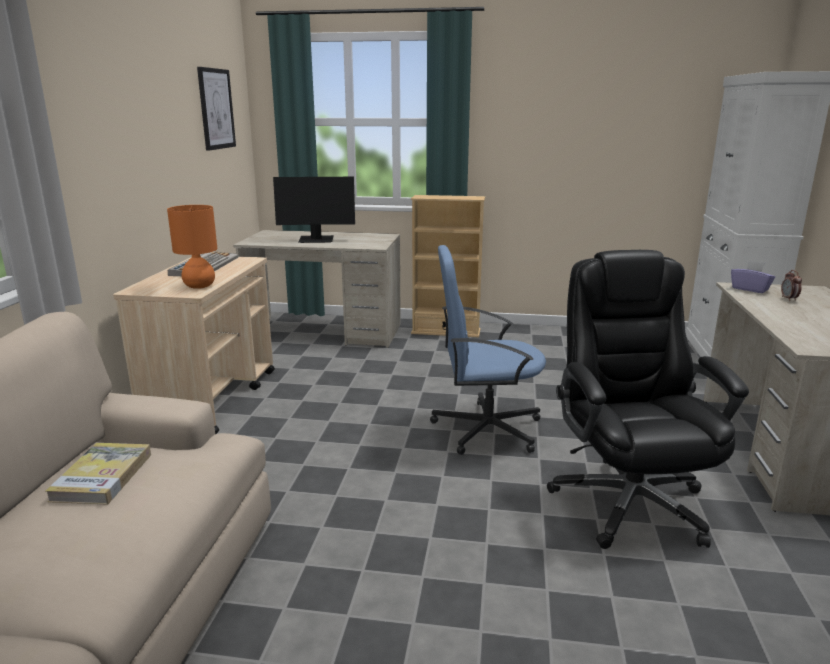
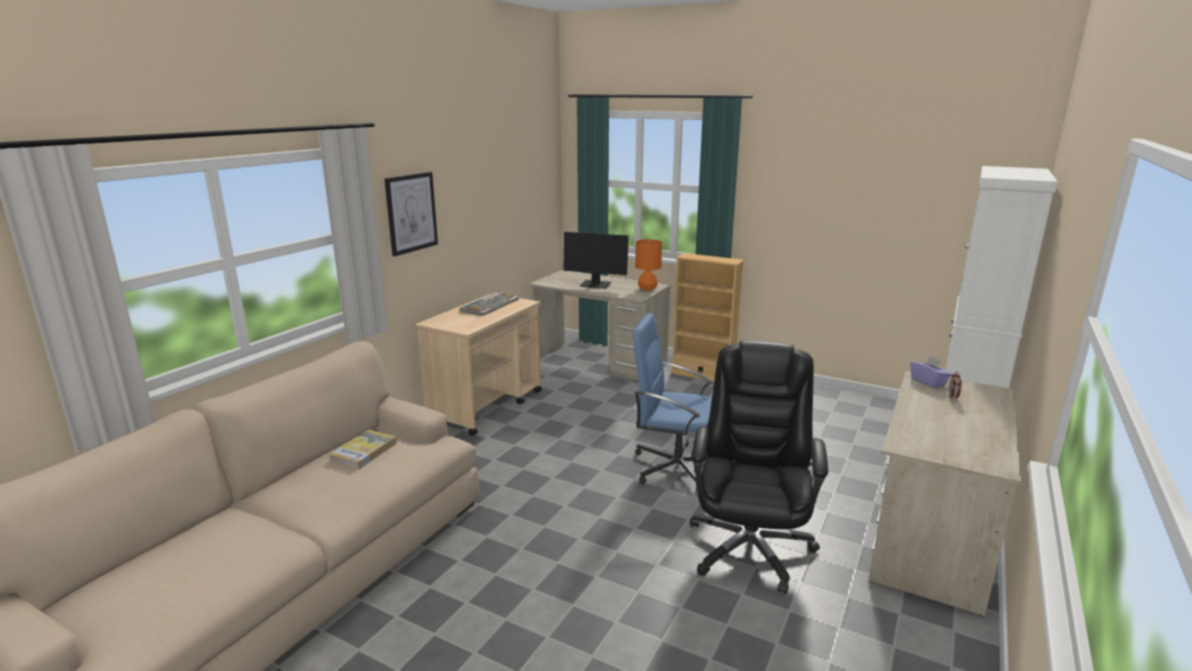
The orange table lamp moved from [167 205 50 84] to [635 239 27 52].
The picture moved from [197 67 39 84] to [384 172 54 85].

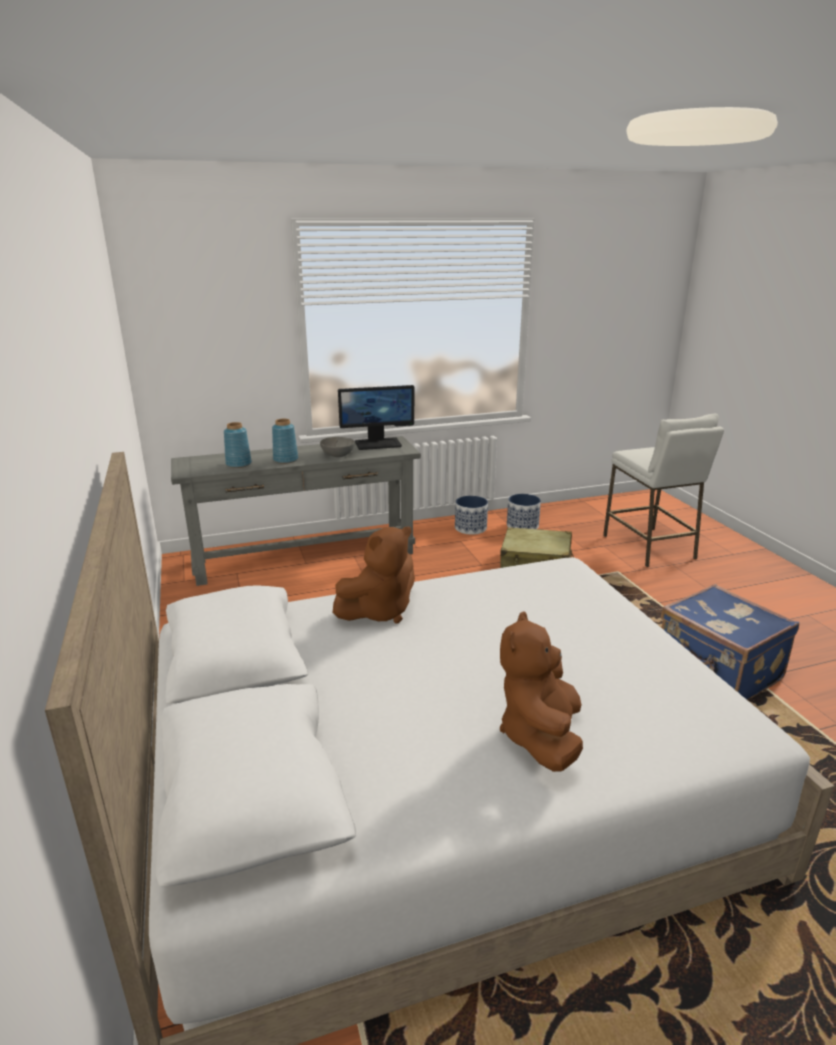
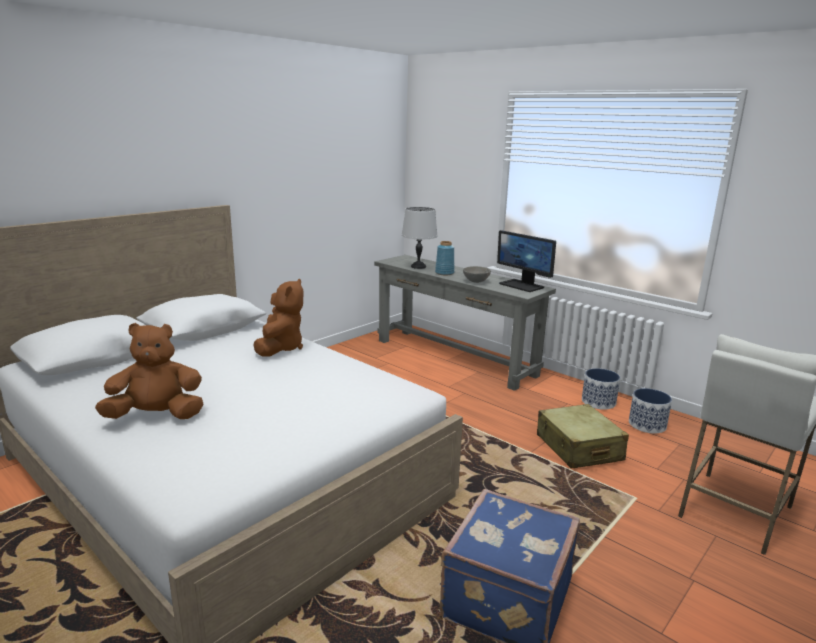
The blue vase at [224 422 28 46] was replaced by the grey table lamp at [401 207 37 62].
The brown plush toy at [333 526 82 97] turned 105 degrees counterclockwise.

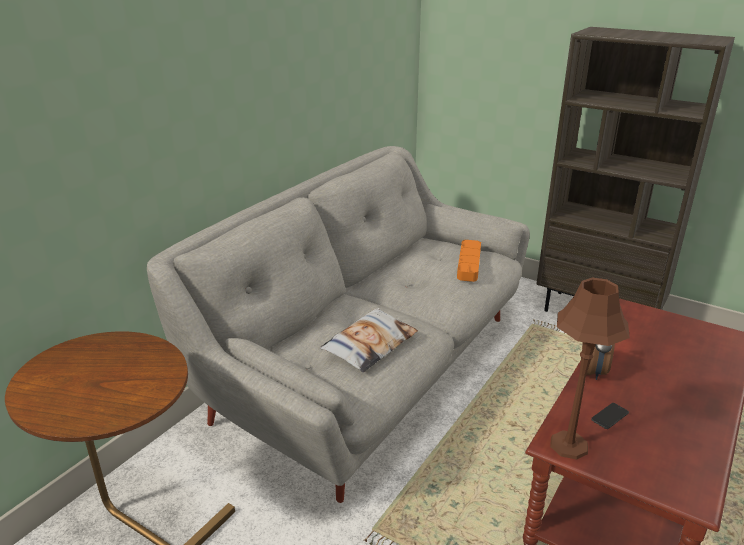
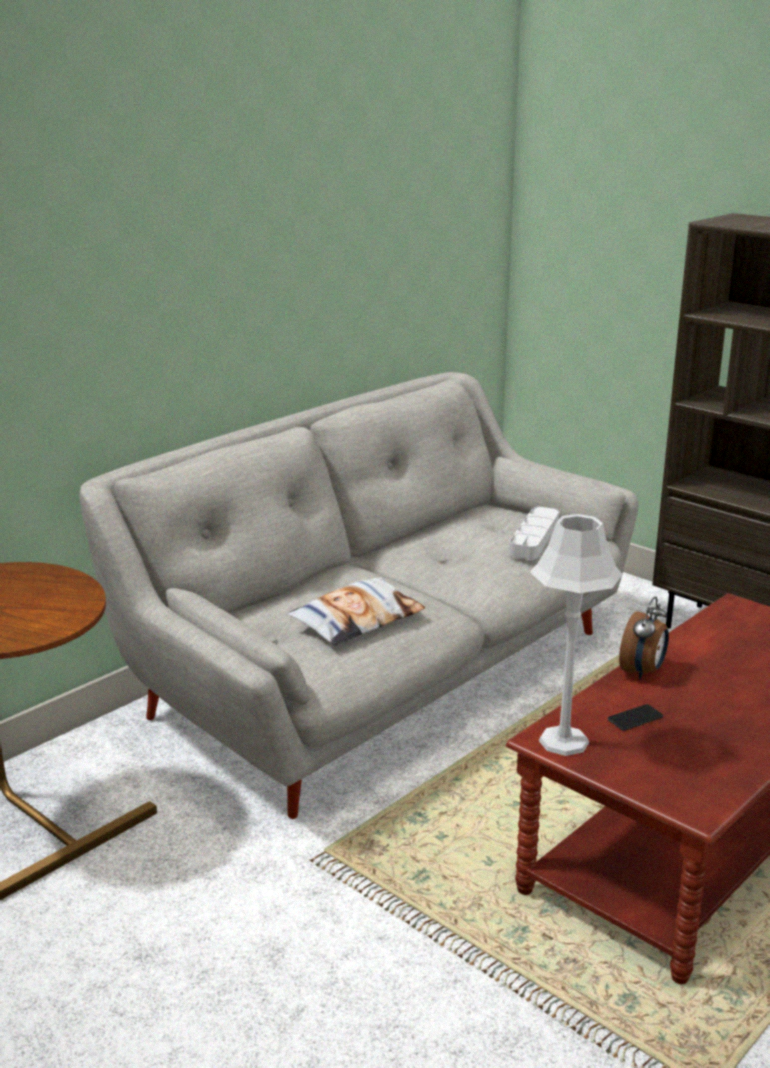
The orange tray at [457 240 24 42] became the grey tray at [509 507 51 53].
The brown table lamp at [550 278 80 182] became the grey table lamp at [530 514 93 242].

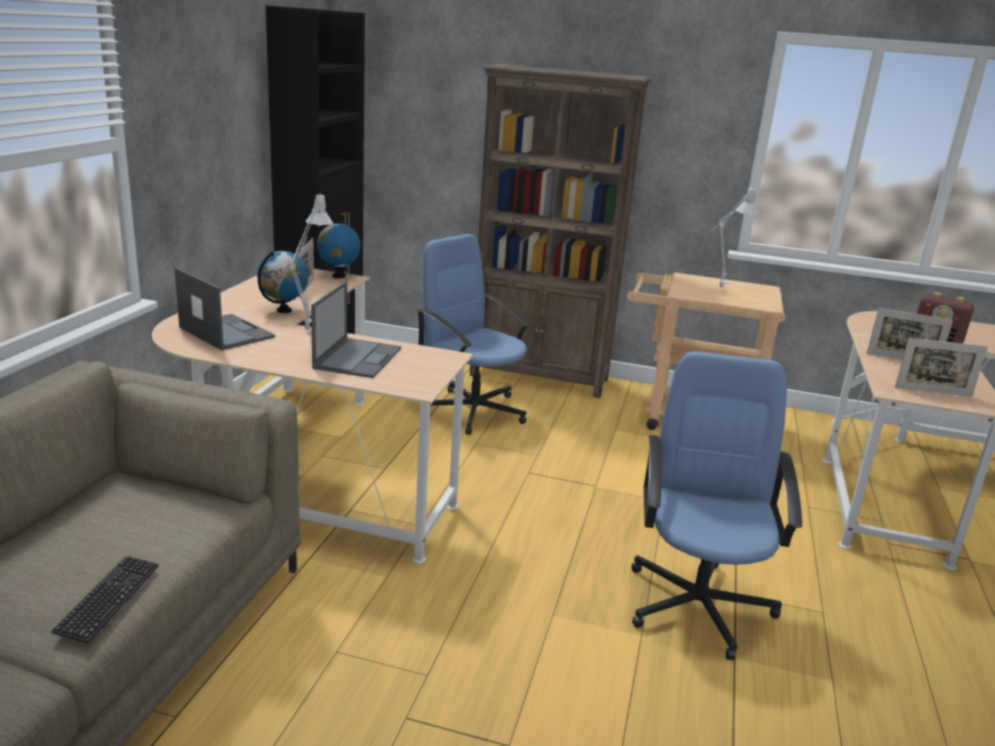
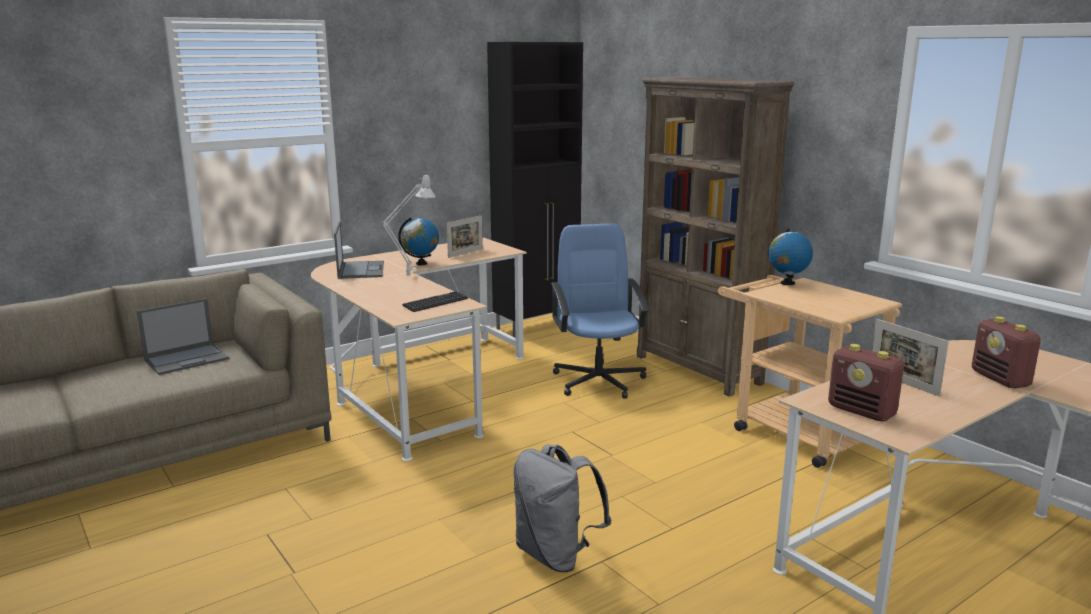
The grey table lamp at [711 187 48 100] disappeared.
The keyboard moved from [51 556 108 87] to [402 291 66 21].
The laptop moved from [311 281 90 97] to [137 298 92 77].
The globe moved from [317 220 44 58] to [768 228 45 57].
The blue office chair at [631 351 171 310] was replaced by the grey backpack at [513 445 98 127].
The picture frame at [895 338 93 59] was replaced by the radio at [828 344 76 77].

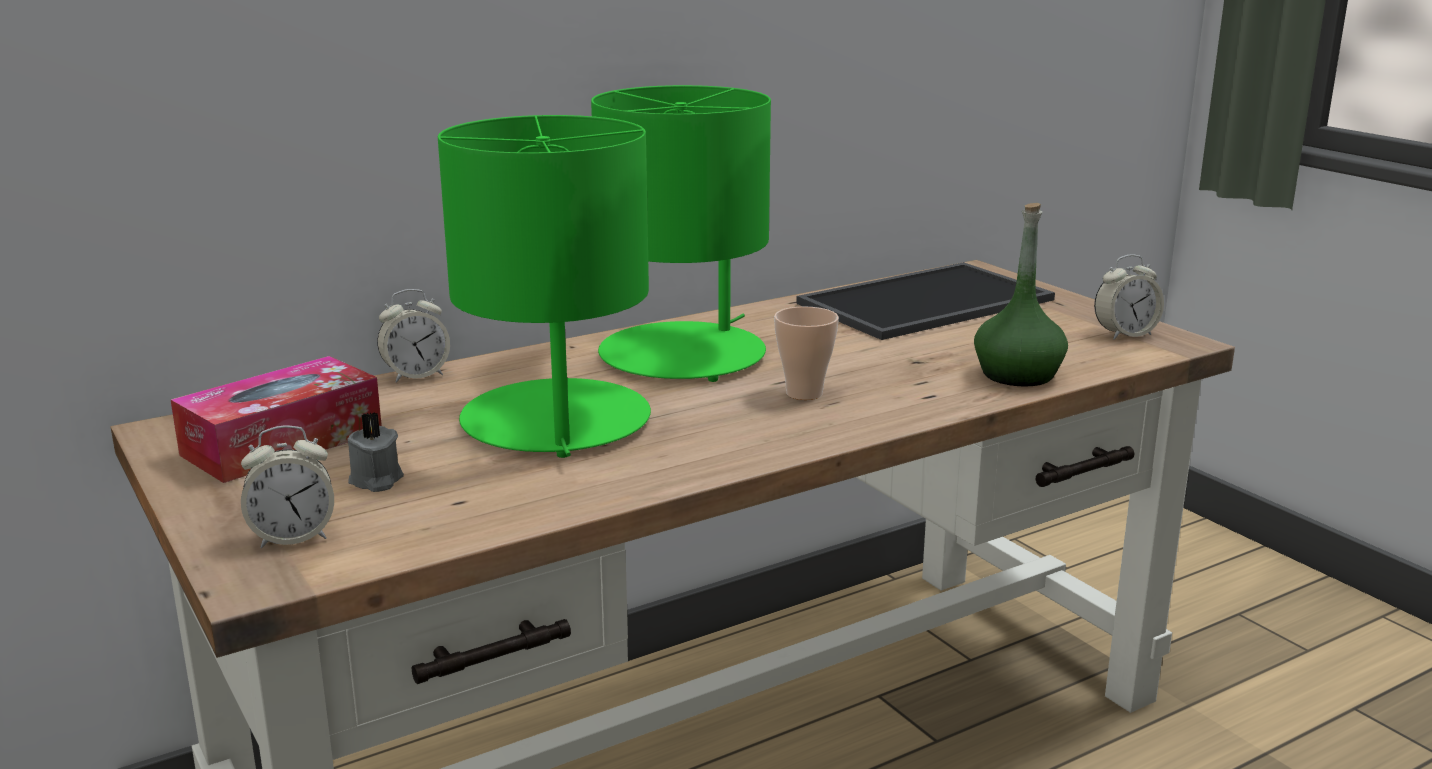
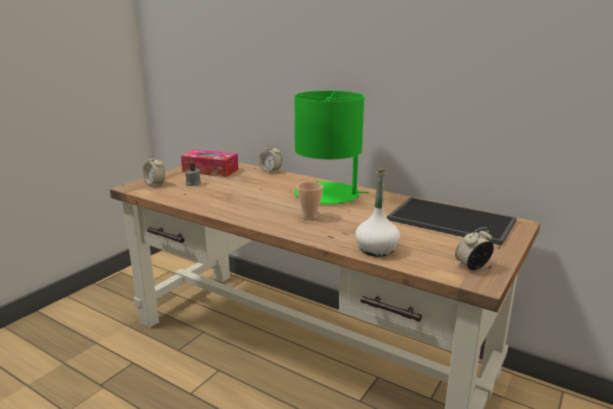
The green table lamp at [438 115 213 343] disappeared.
The green bottle at [974 203 94 184] became the white bottle at [355 169 45 88].
The alarm clock at [1094 254 70 86] turned 105 degrees clockwise.

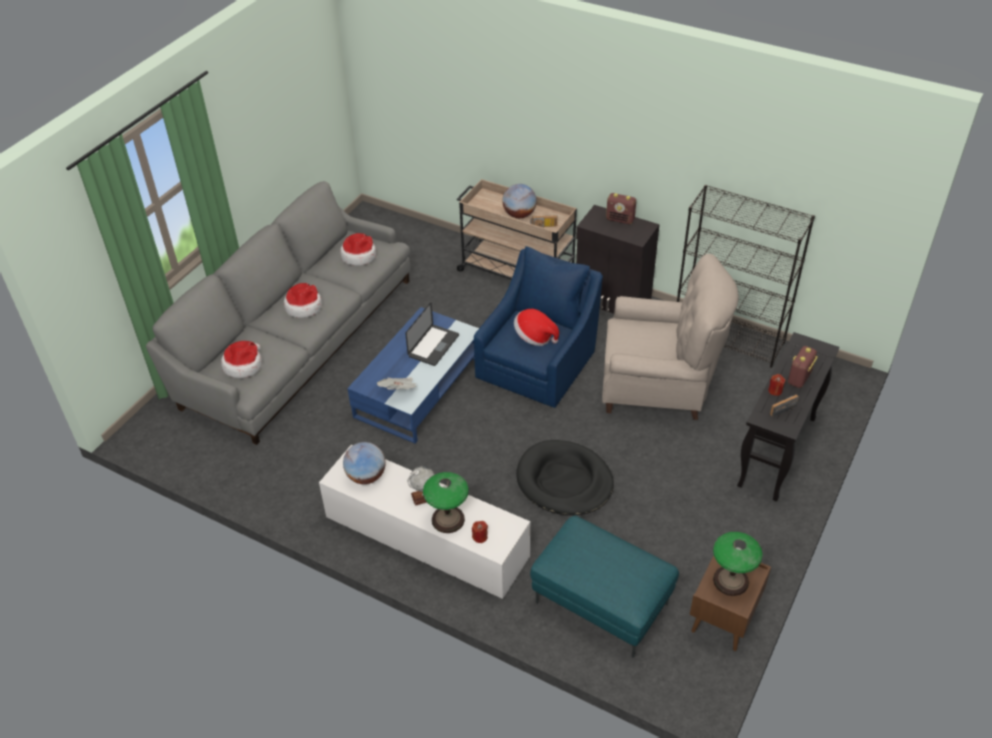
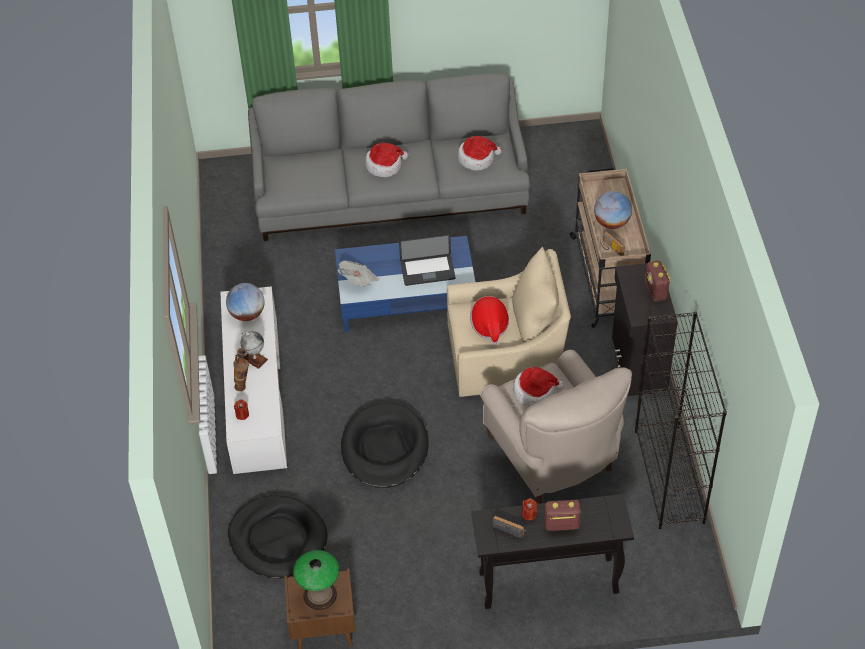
The hat moved from [221 341 41 37] to [513 367 51 40].
The table lamp at [423 472 46 61] was replaced by the vase at [233 348 16 43].
The turquoise ottoman at [530 516 149 142] was replaced by the black dog bed at [228 495 99 84].
The blue armchair at [474 246 129 162] became the beige armchair at [447 247 124 150].

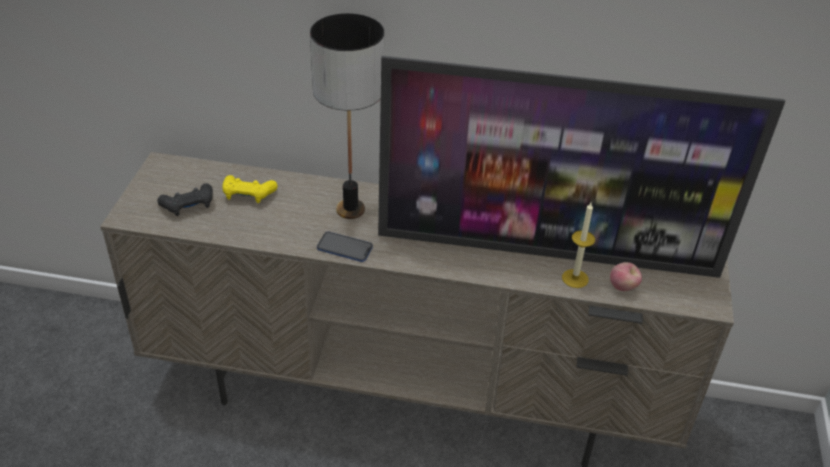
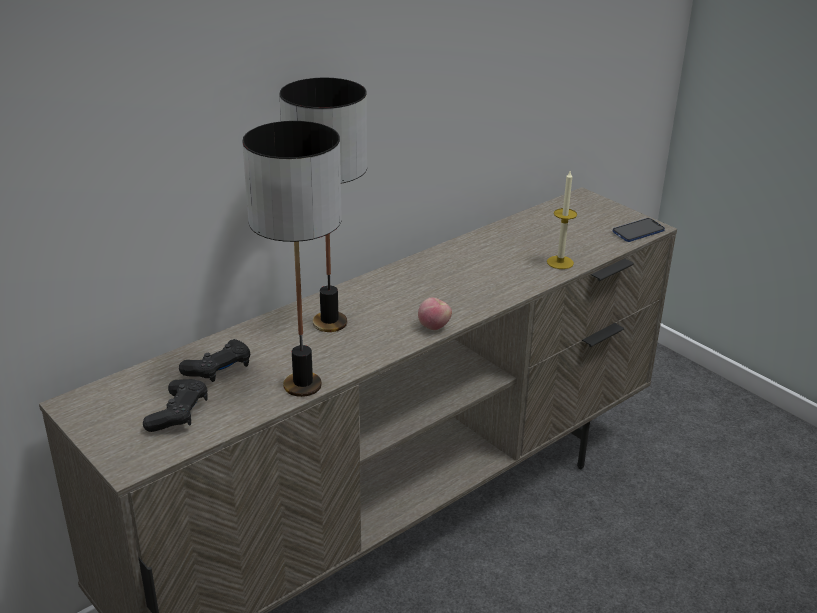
The television at [378 56 407 222] disappeared.
The table lamp at [242 121 100 276] appeared.
The phone moved from [317 232 56 30] to [613 218 52 24].
The apple moved from [610 262 32 29] to [418 298 34 32].
The yellow game controller at [222 175 56 28] became the black game controller at [179 339 71 43].

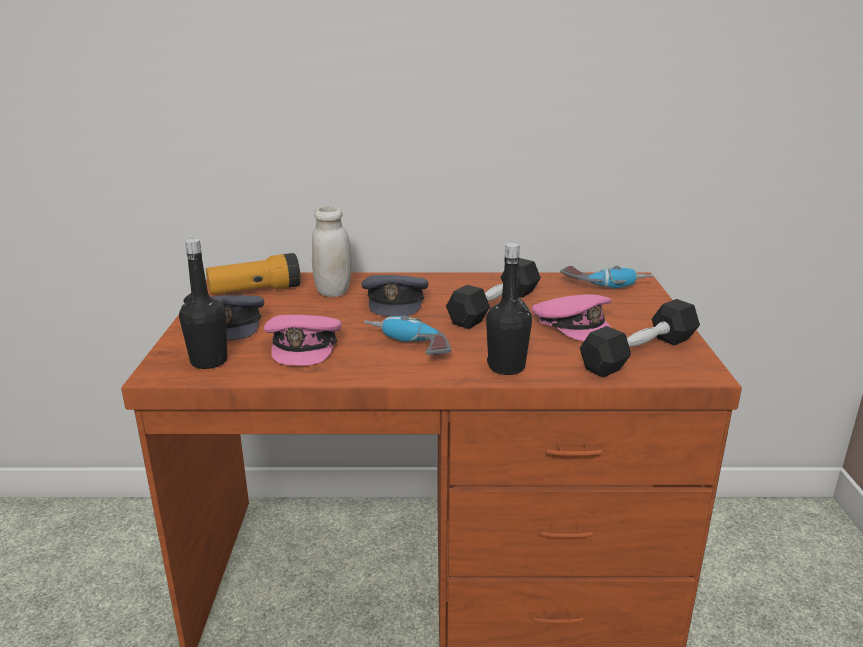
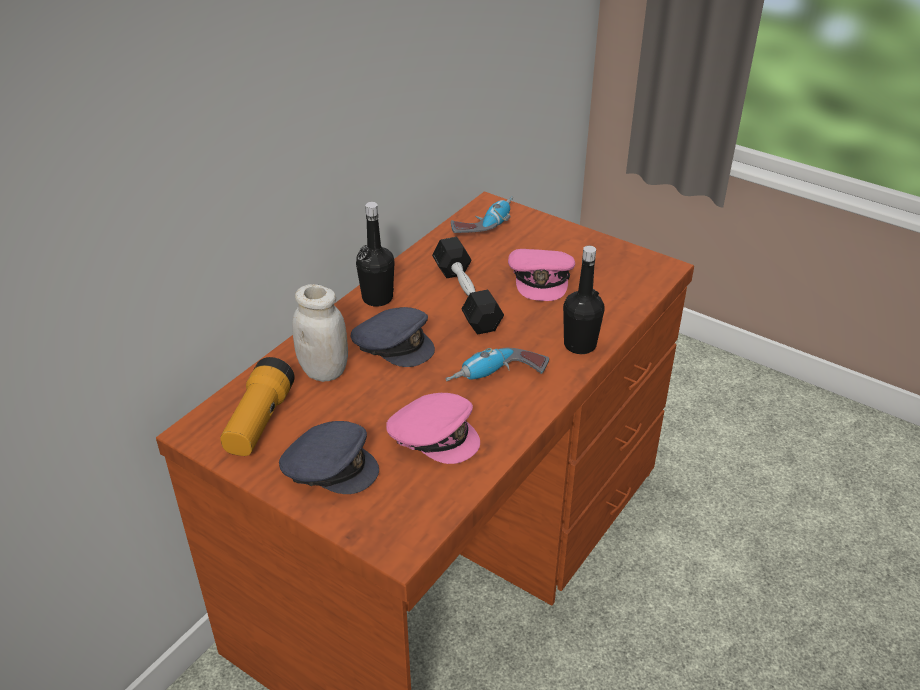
The black dumbbell at [580 299 120 79] disappeared.
The black bottle moved from [179 238 48 131] to [356 202 39 105].
The pink cap at [532 294 80 47] turned 90 degrees clockwise.

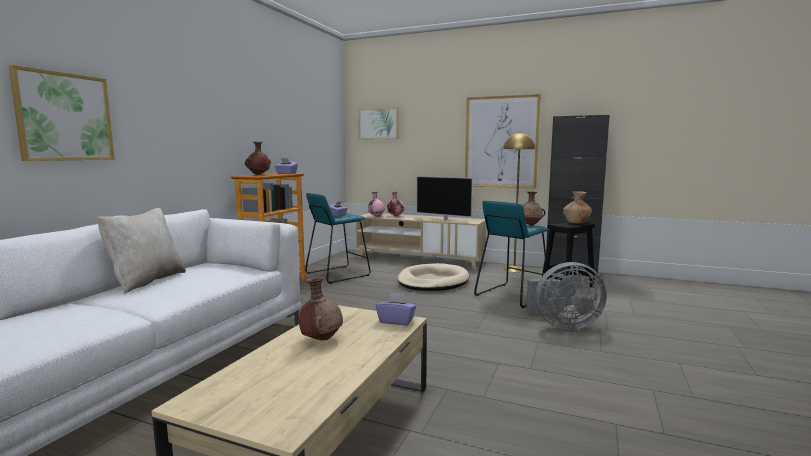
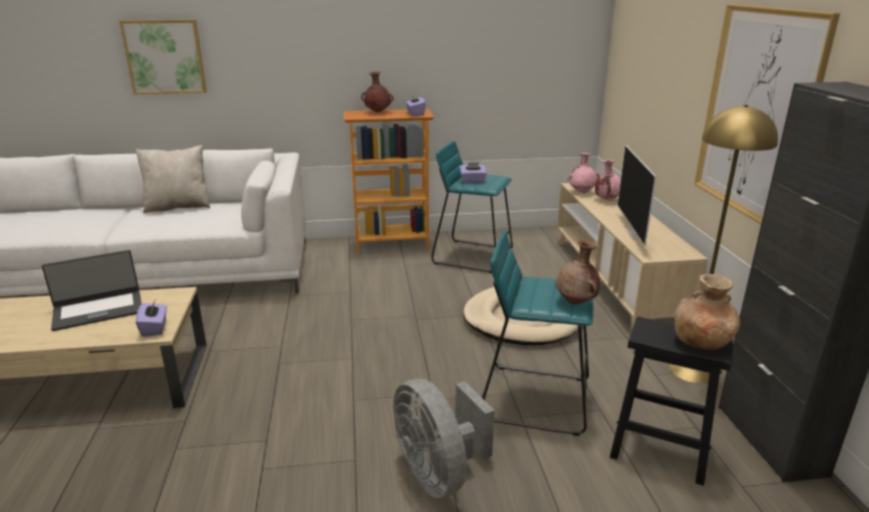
The picture at [358 107 41 33] disappeared.
The brown vase at [299 277 44 63] was replaced by the laptop at [42 250 100 81].

